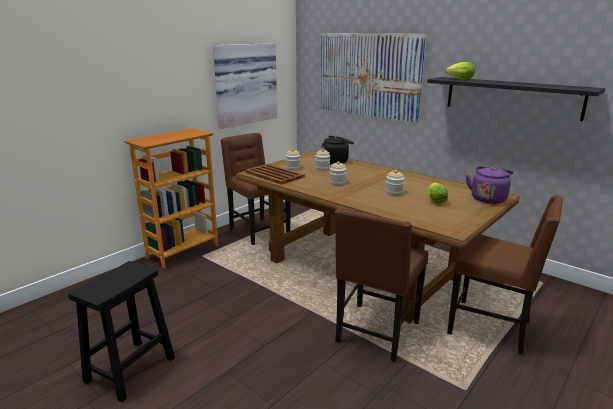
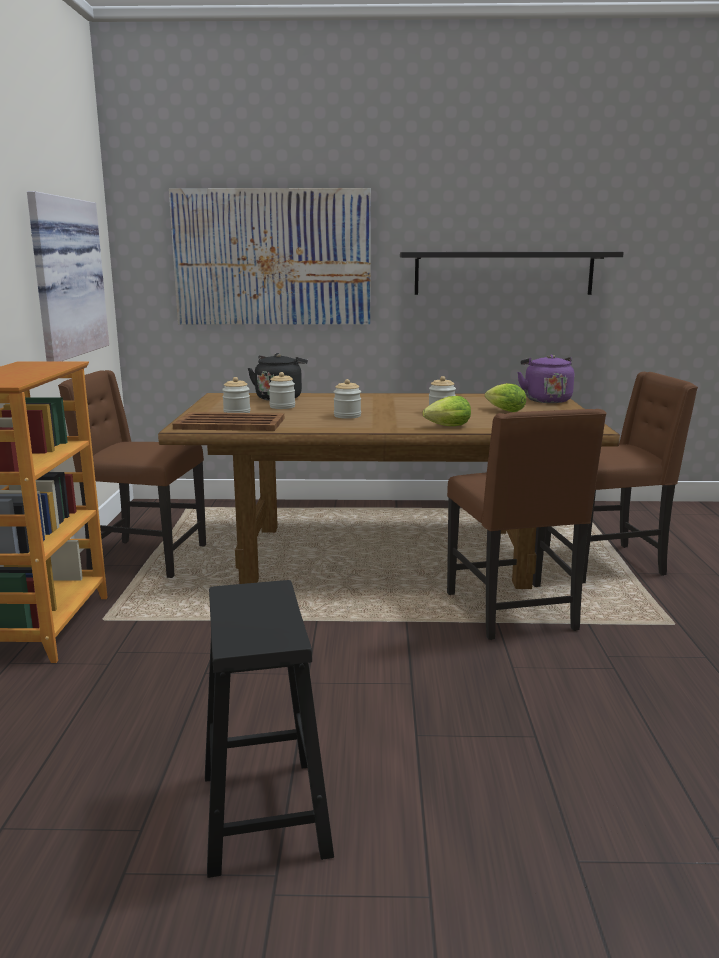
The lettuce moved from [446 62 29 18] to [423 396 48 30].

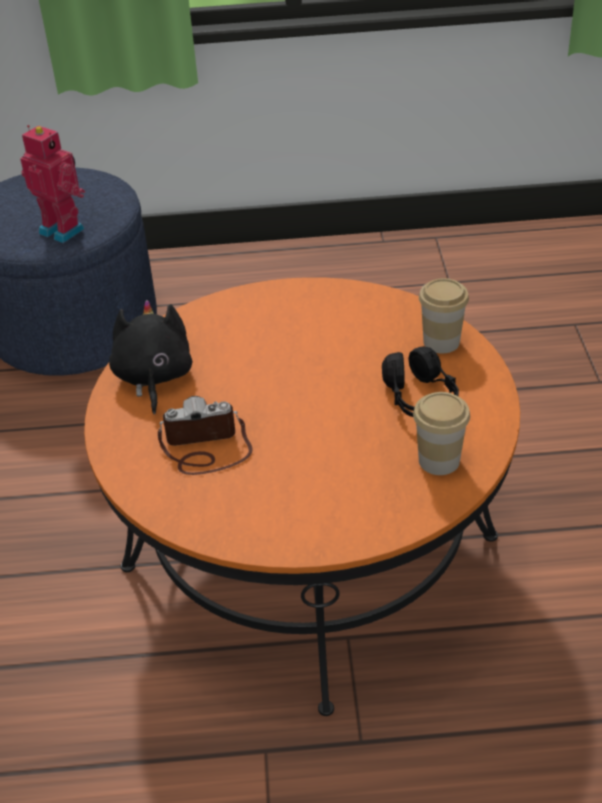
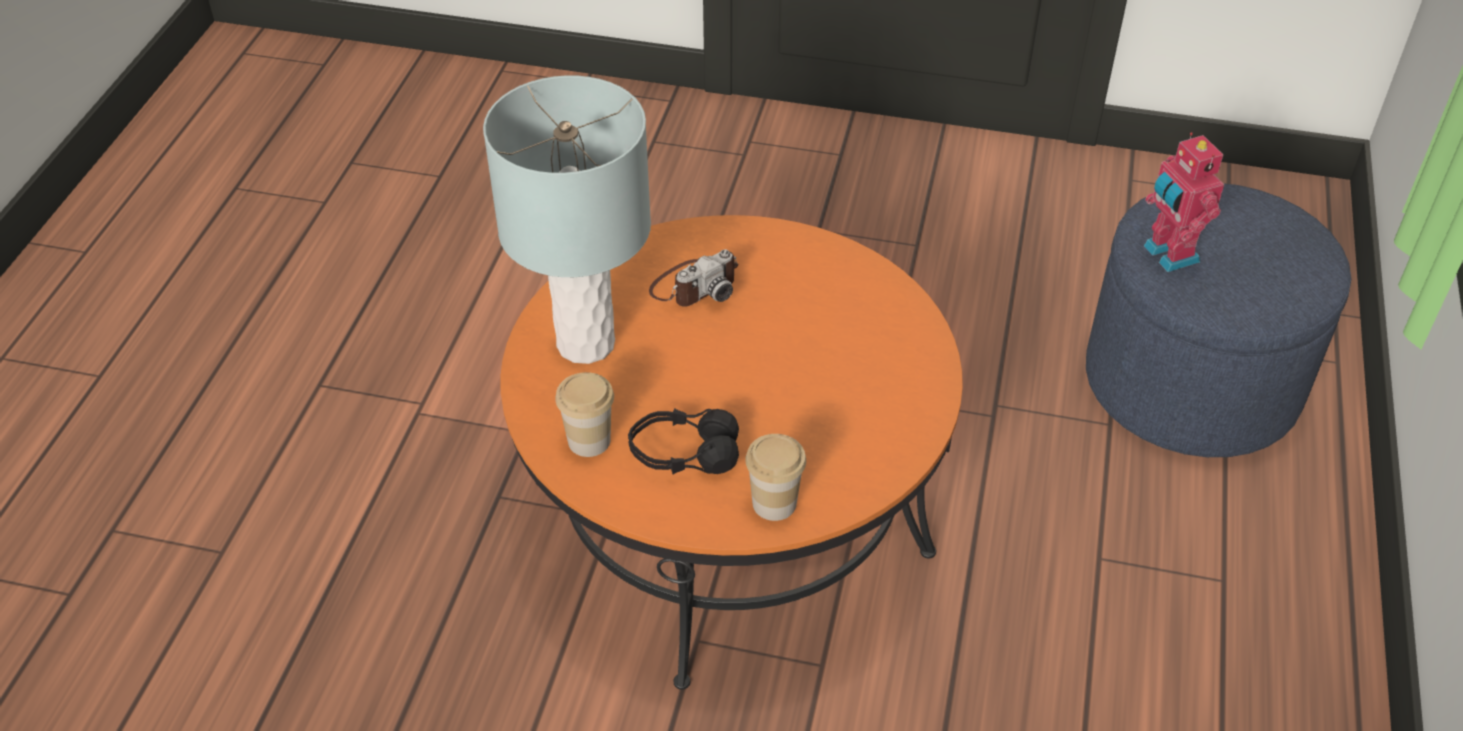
The black plush toy at [109 300 83 115] disappeared.
The grey table lamp at [483 75 168 289] appeared.
The toy robot at [20 125 65 118] turned 105 degrees clockwise.
The photo camera at [158 396 95 79] turned 45 degrees clockwise.

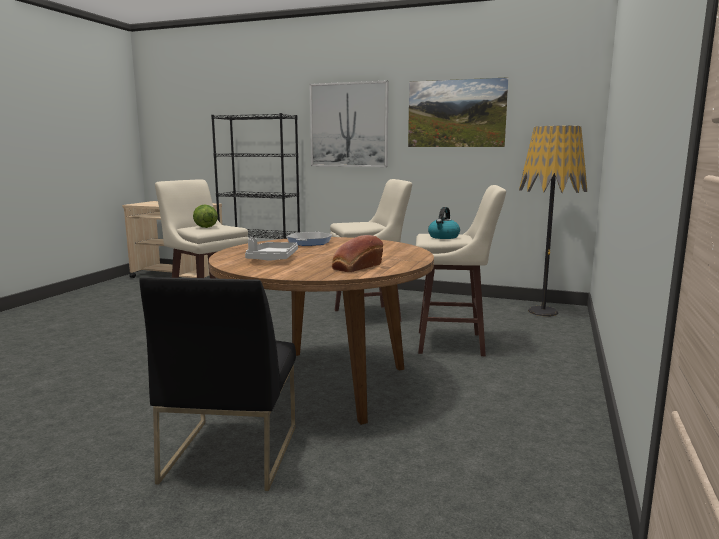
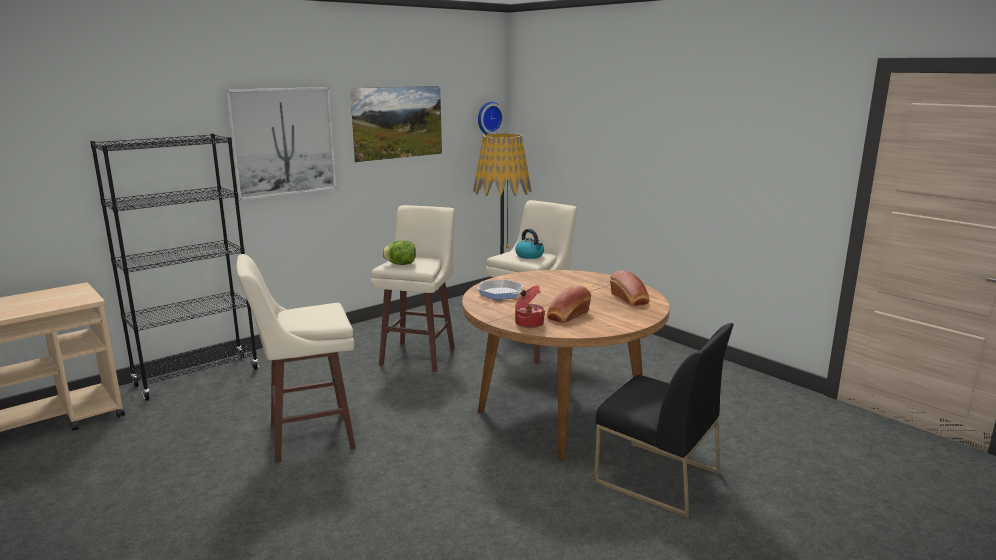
The wall clock at [478 102 26 33] appeared.
The cooking pot at [515 285 30 43] appeared.
The lettuce moved from [193 204 25 24] to [382 240 34 25].
The white tray at [245 237 53 23] was replaced by the bread at [547 285 44 38].

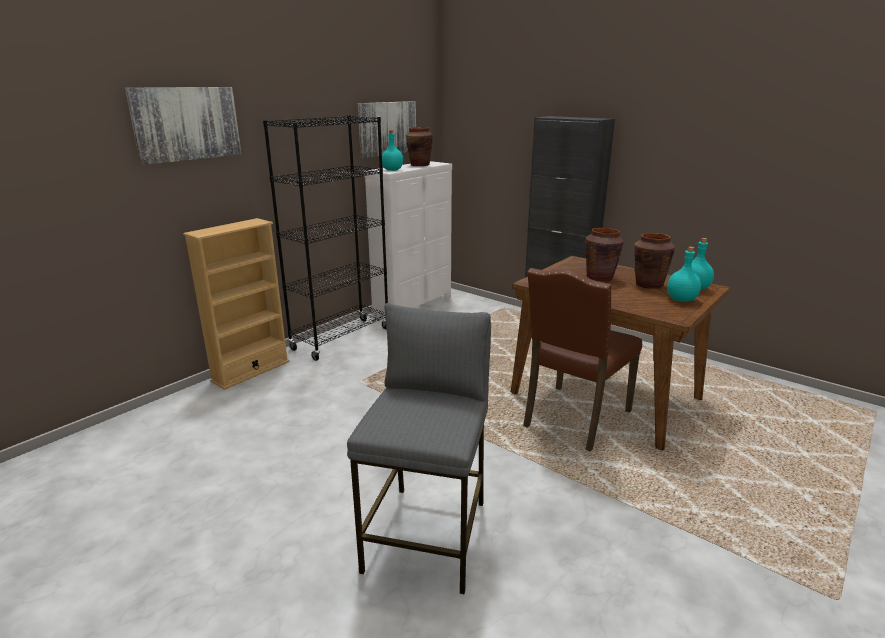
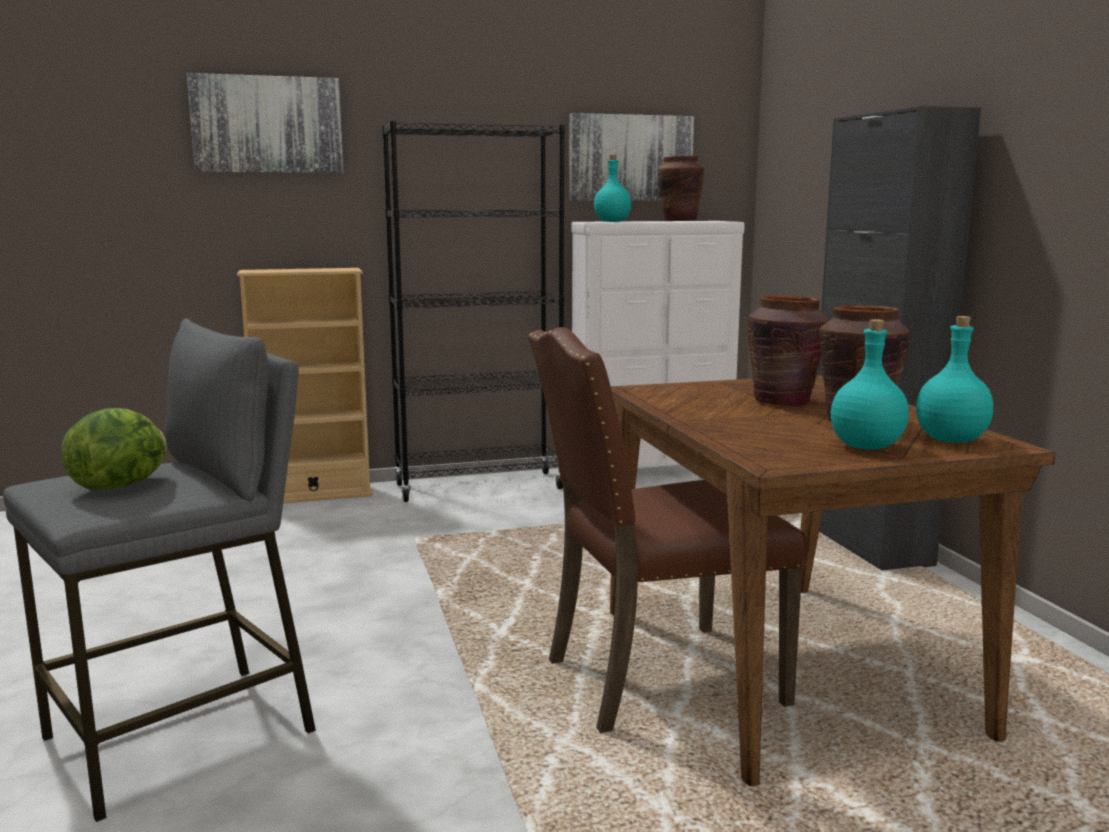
The lettuce at [61 408 106 82] appeared.

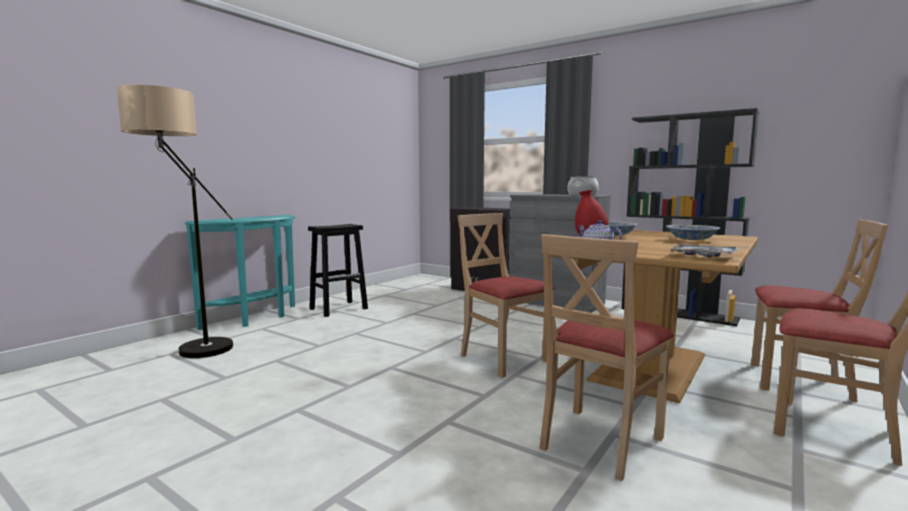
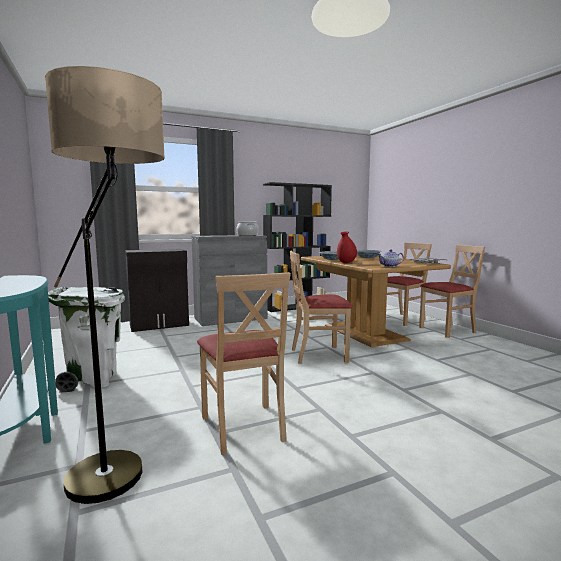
The beige chair moved from [540 234 134 247] to [197 272 94 183].
The black stool at [308 224 60 93] was replaced by the white trash can at [48 287 77 105].

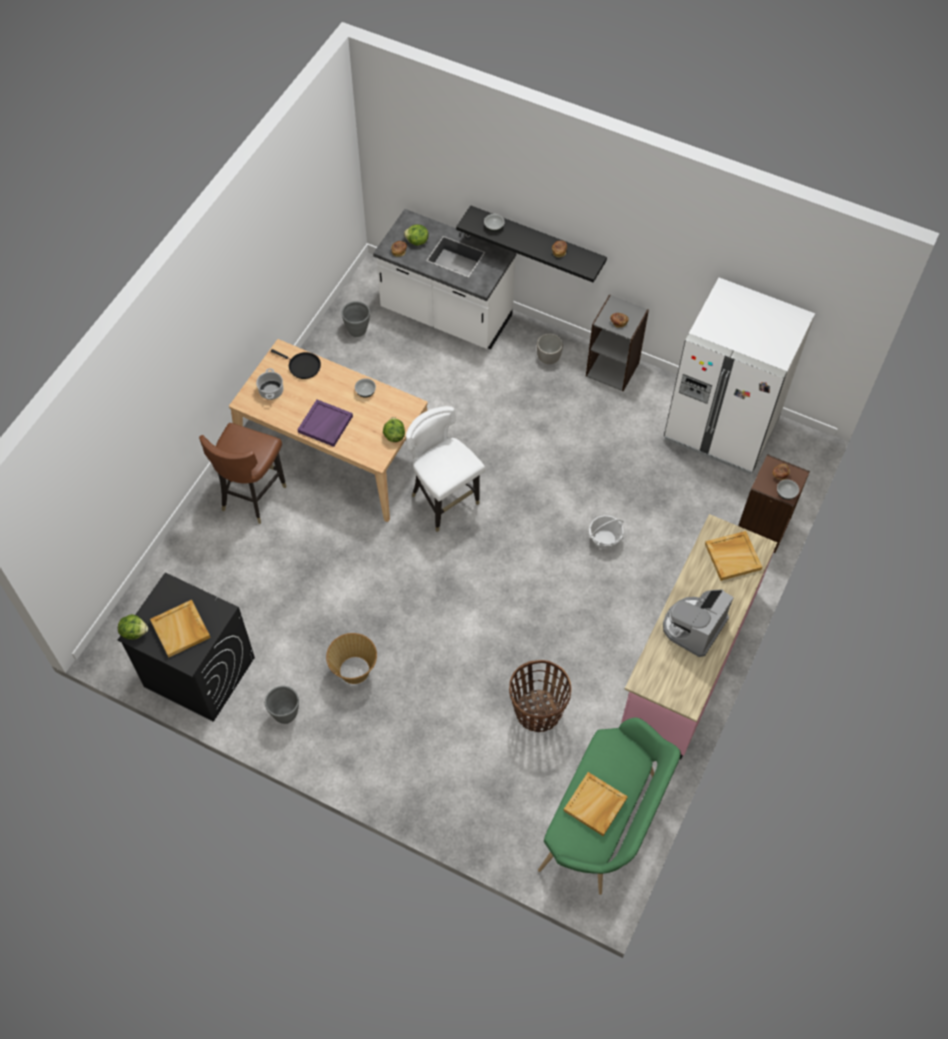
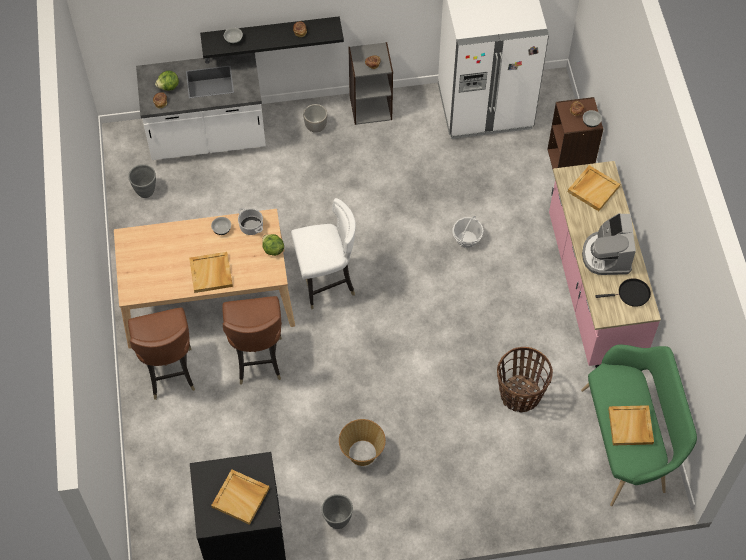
The lettuce at [118 614 30 25] disappeared.
The brown chair at [222 296 60 89] appeared.
The cooking pot moved from [256 368 28 32] to [238 208 25 27].
The black frying pan moved from [271 349 50 30] to [595 278 56 29].
The purple tray at [297 400 56 47] became the beige tray at [189 252 44 41].
The white chair at [406 406 79 126] turned 150 degrees clockwise.

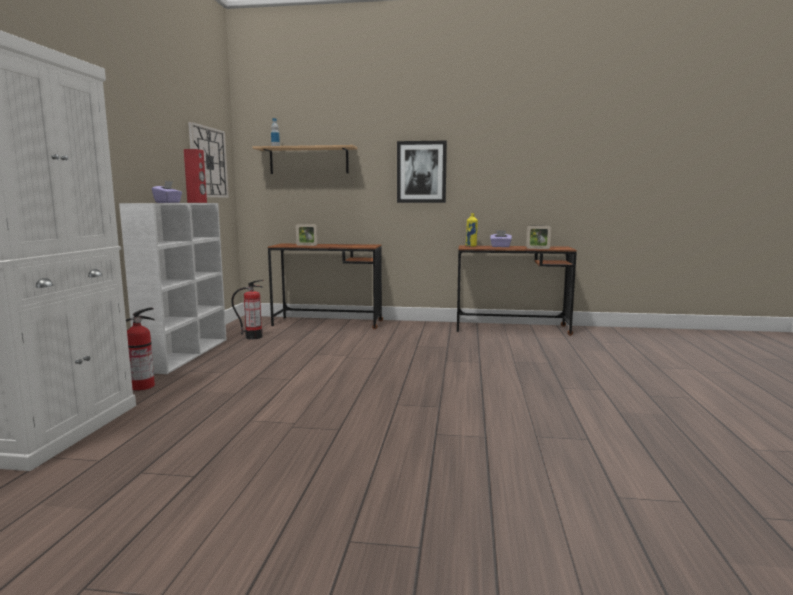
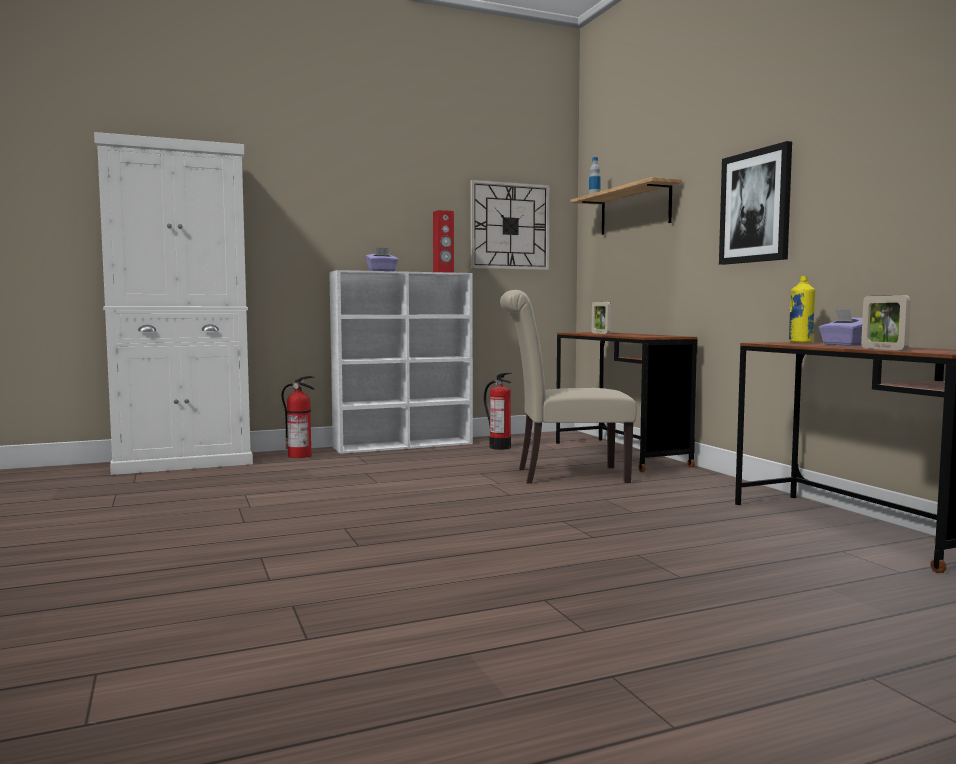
The beige chair at [500 290 137 194] appeared.

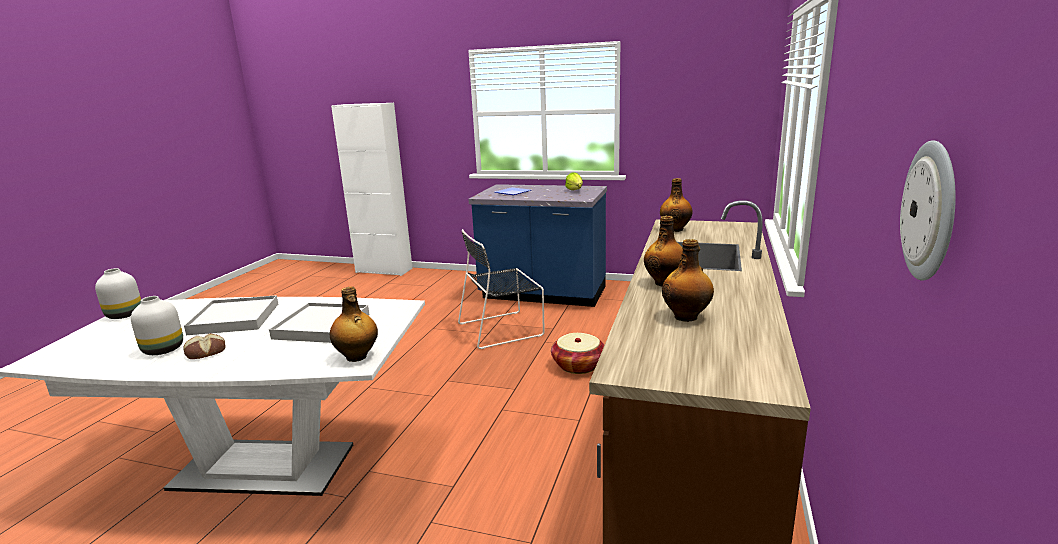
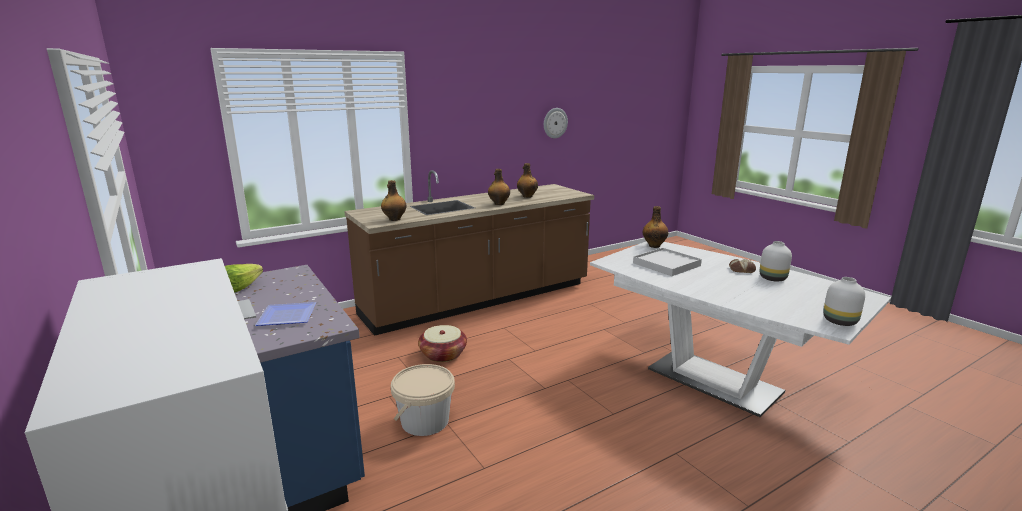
The white tray at [184 295 94 40] disappeared.
The black chair at [458 229 87 120] was replaced by the beige bucket at [391 364 64 72].

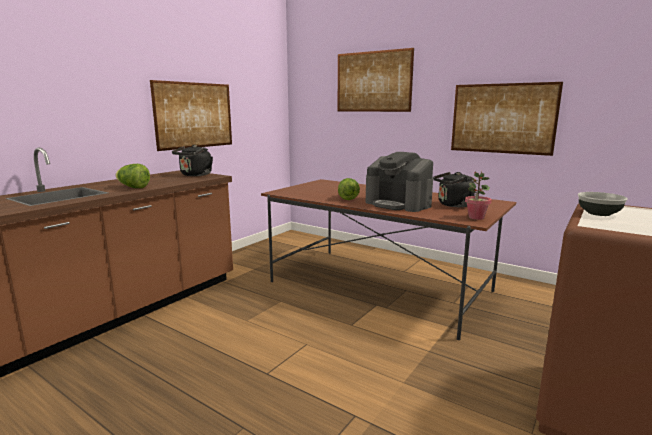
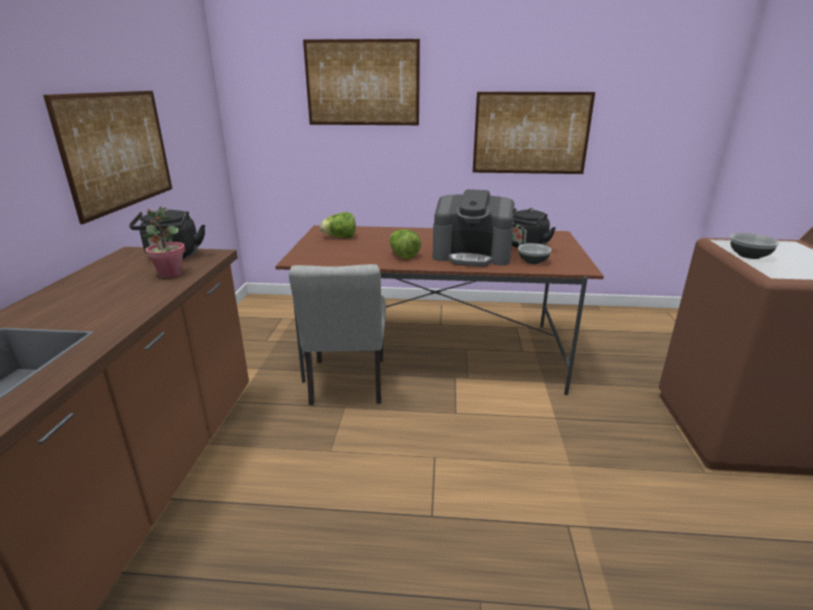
The grey chair at [289 264 97 141] appeared.
The bowl at [518 243 33 21] appeared.
The lettuce moved from [116 164 34 24] to [320 212 36 26].
The potted plant moved from [465 171 27 49] to [143 206 42 72].

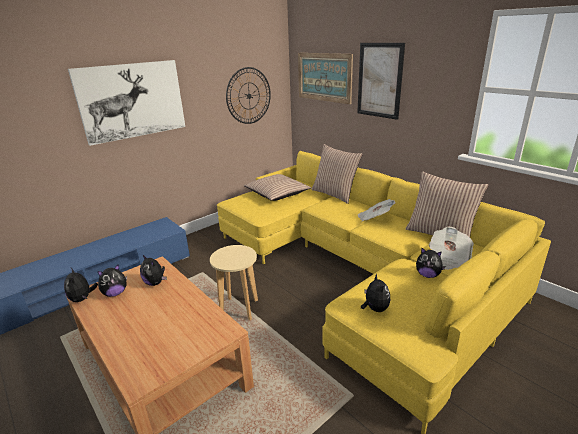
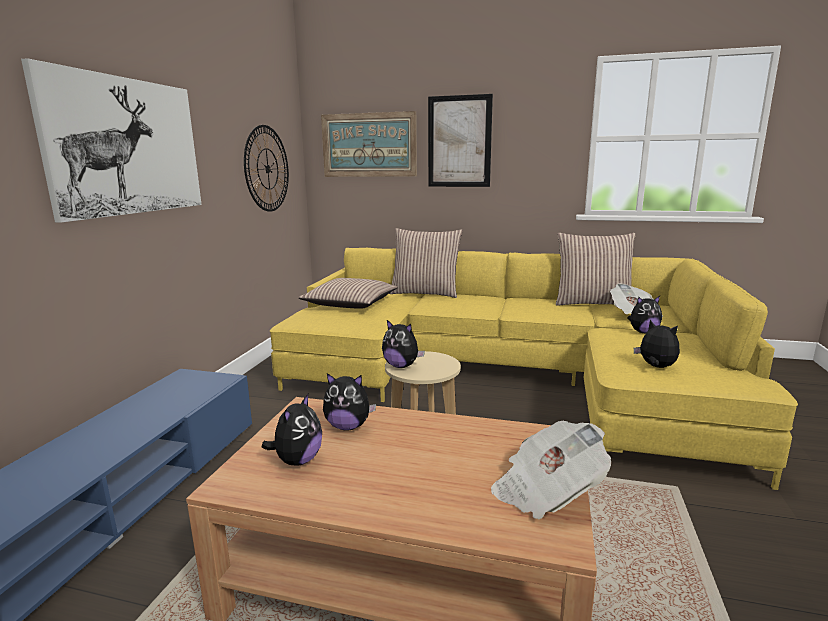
The plush toy moved from [64 268 34 34] to [382 320 43 48].
The newspaper moved from [358 199 37 23] to [491 420 120 99].

